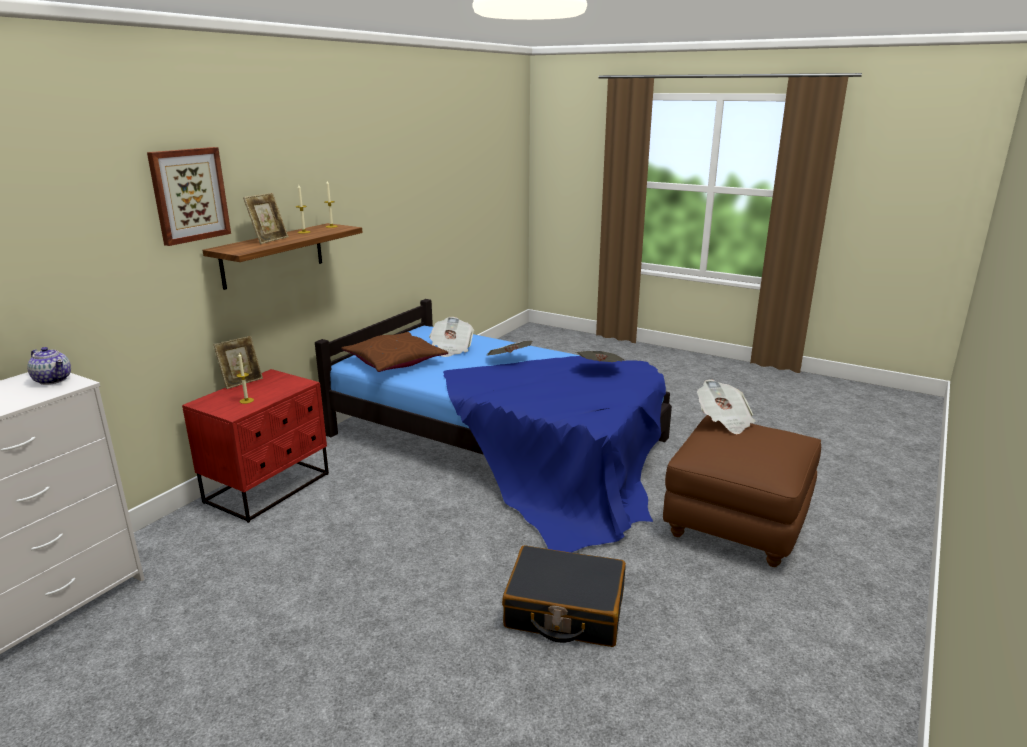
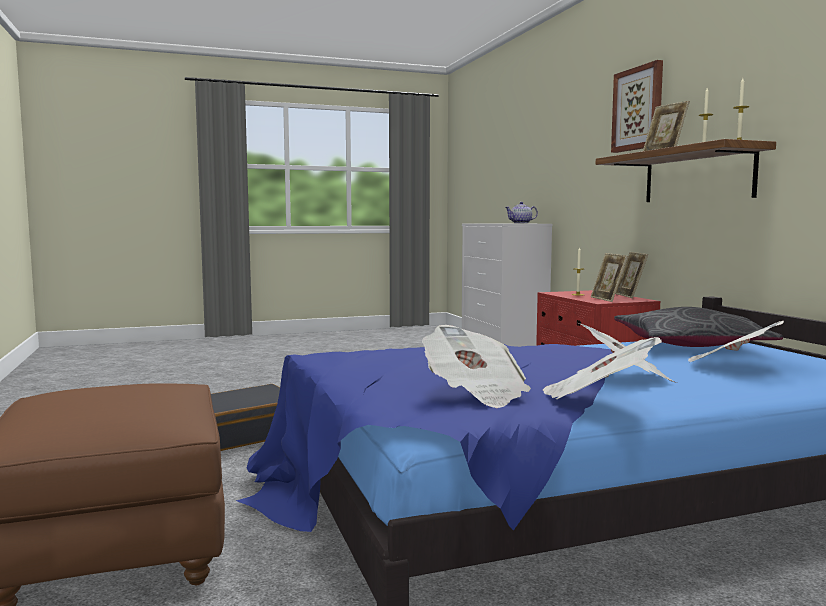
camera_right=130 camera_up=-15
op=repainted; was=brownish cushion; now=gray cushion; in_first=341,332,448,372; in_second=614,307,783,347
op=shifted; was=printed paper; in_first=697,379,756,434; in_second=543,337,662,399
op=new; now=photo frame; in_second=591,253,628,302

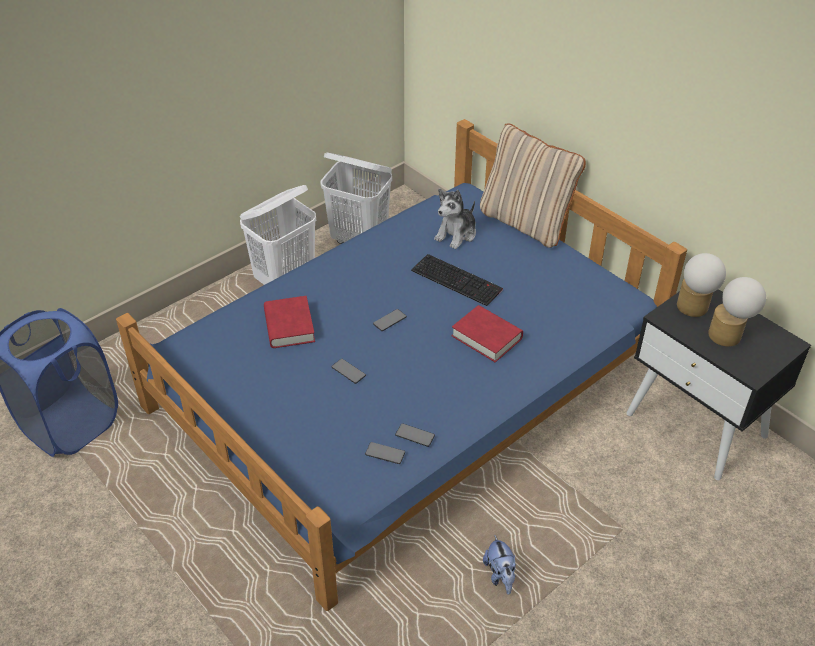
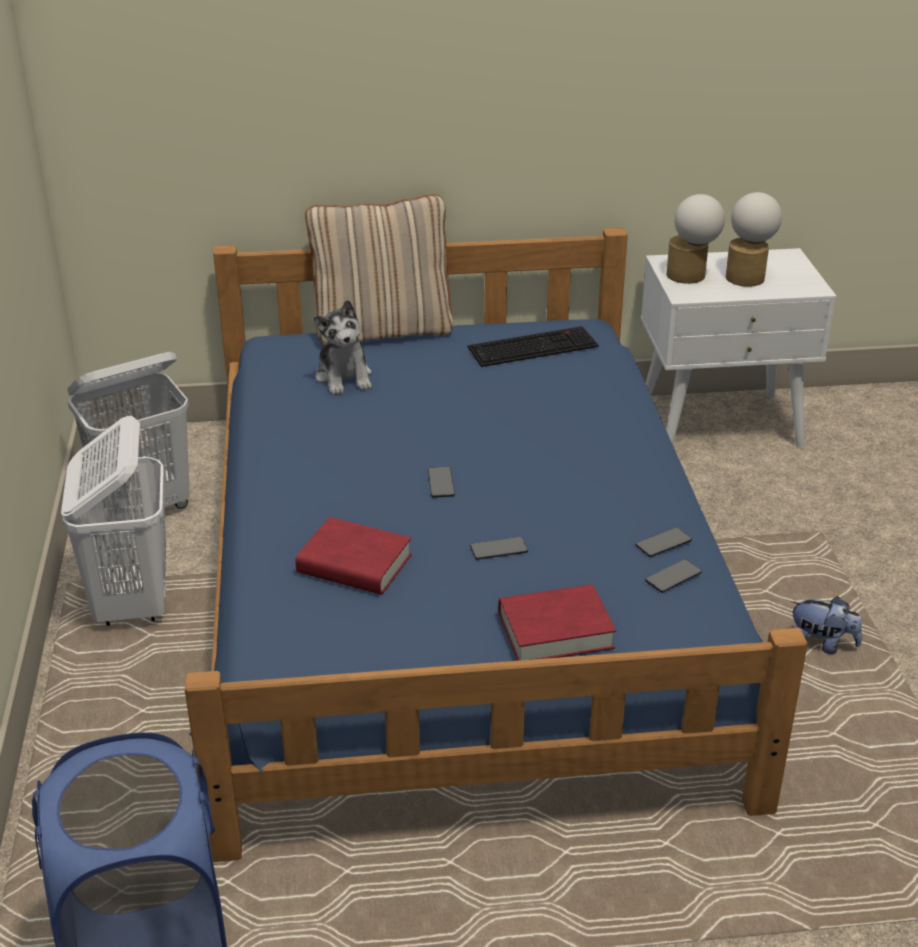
camera_right=-55 camera_up=-10
op=shifted; was=keyboard; in_first=411,254,503,306; in_second=468,326,598,367
op=shifted; was=red-coloured bound book; in_first=451,305,523,362; in_second=498,584,616,661
op=repainted; was=black nightstand; now=white nightstand; in_first=626,289,811,480; in_second=641,248,836,448

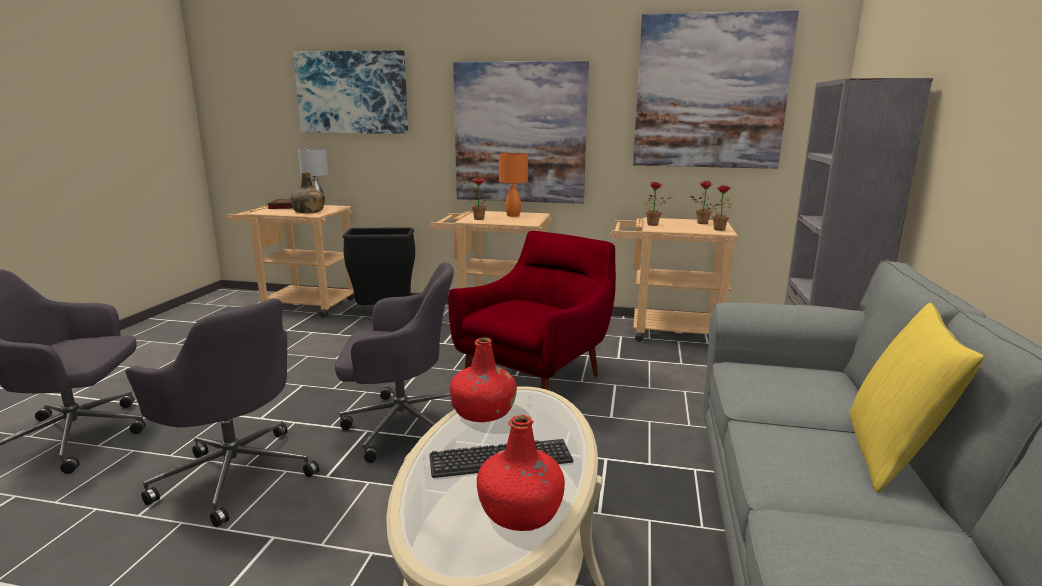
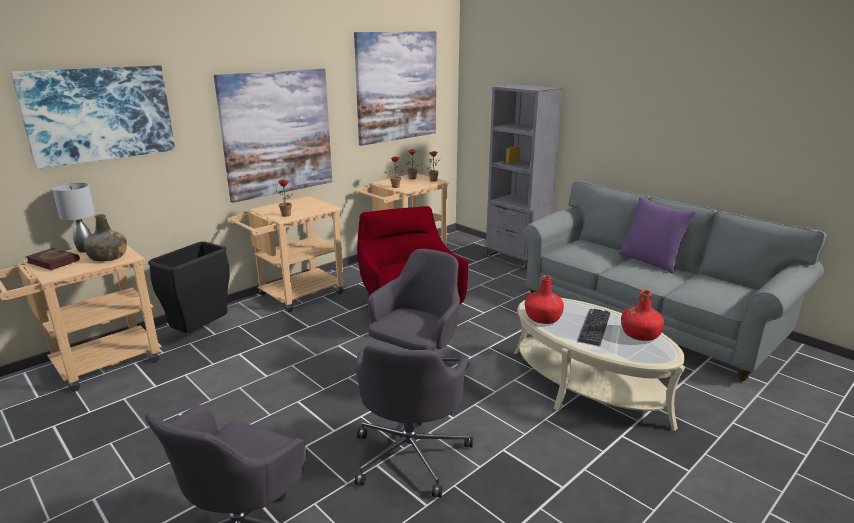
camera_right=-55 camera_up=5
op=rotated; was=gray office chair; in_first=125,298,319,527; in_second=355,345,473,498; clockwise=120
op=gone; was=orangey table lamp; in_first=499,153,528,217
op=repainted; was=yellowish cushion; now=purple cushion; in_first=849,303,984,493; in_second=619,197,696,274

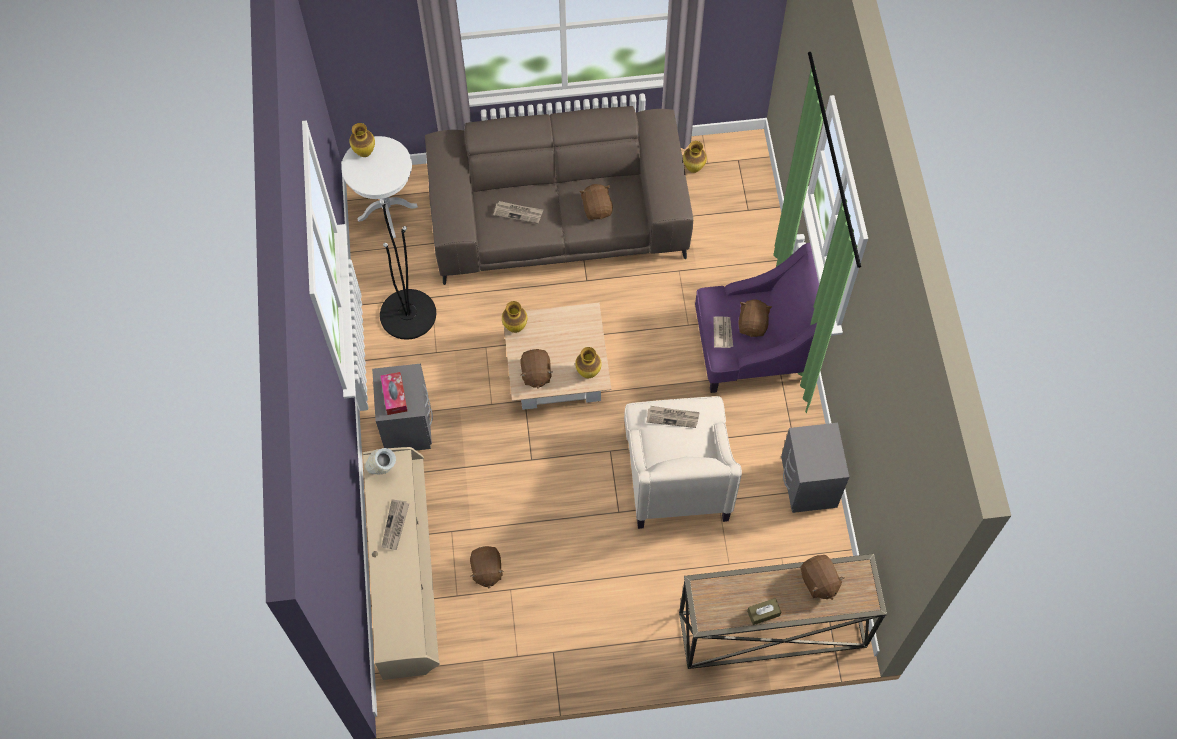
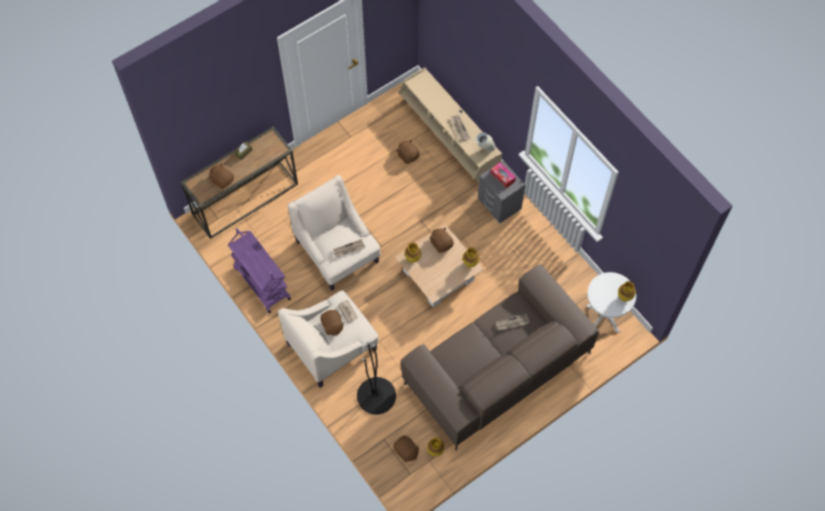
camera_right=150 camera_up=0
op=shifted; was=black standard lamp; in_first=380,200,436,340; in_second=357,342,396,415
op=shifted; was=brownish soft toy; in_first=580,184,613,220; in_second=393,435,419,462
op=repainted; was=purple lounge chair; now=beige lounge chair; in_first=695,243,819,393; in_second=278,291,379,388
op=swapped; was=gray nightstand; now=purple trolley; in_first=781,423,849,513; in_second=228,228,291,313

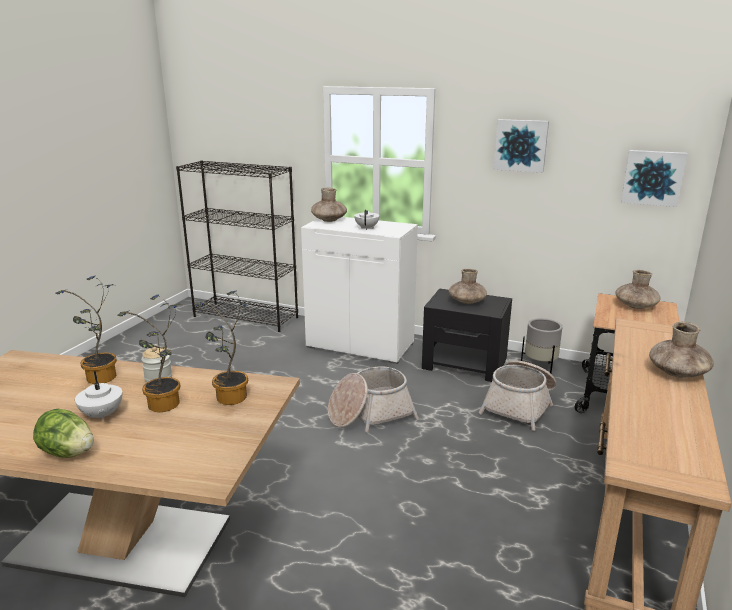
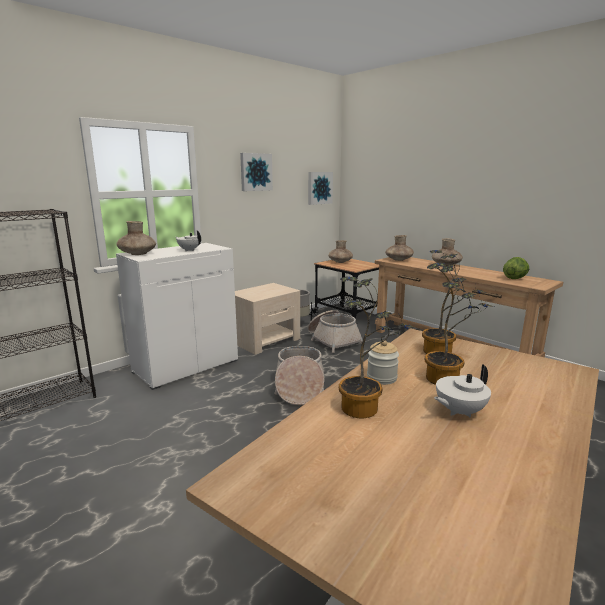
camera_right=-65 camera_up=-5
op=shifted; was=lettuce; in_first=33,409,94,458; in_second=503,257,529,279
op=rotated; was=white tea pot; in_first=75,371,122,421; in_second=434,364,491,417; clockwise=150
op=repainted; was=black nightstand; now=beige nightstand; in_first=422,288,512,382; in_second=235,283,300,355
op=shifted; was=brownish vase; in_first=449,269,487,304; in_second=385,235,414,261

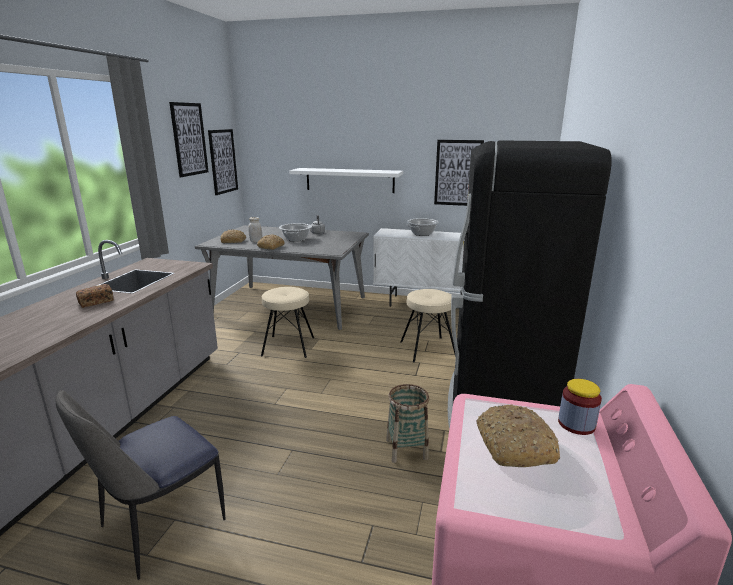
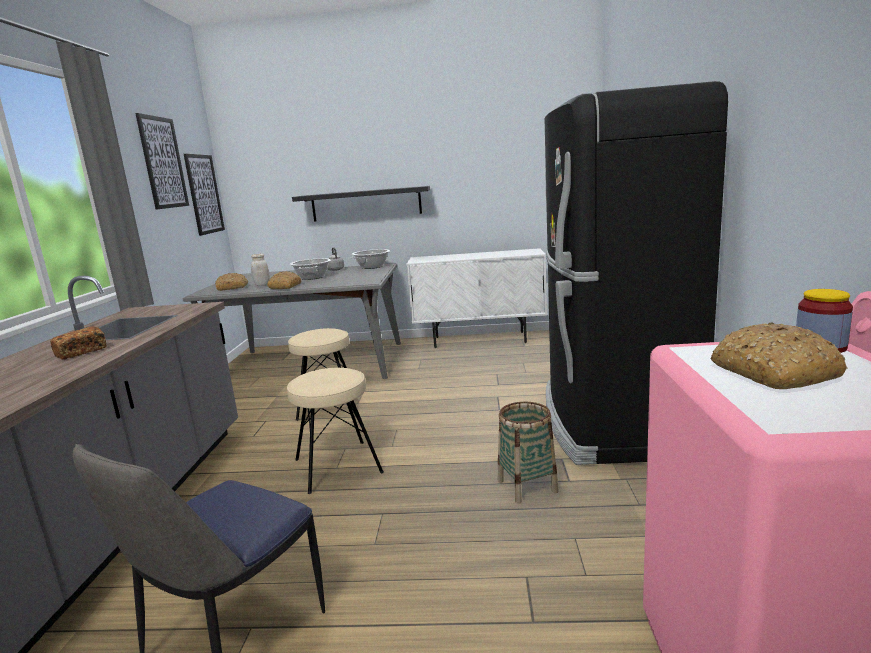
camera_right=-10 camera_up=-5
op=repainted; was=white bracket shelf; now=black bracket shelf; in_first=289,168,403,193; in_second=292,186,430,222
op=shifted; was=beige sitting stool; in_first=400,289,455,363; in_second=287,368,384,494
op=shifted; was=cooking pot; in_first=406,218,439,236; in_second=351,249,391,269
op=gone; was=picture; in_first=434,140,484,206

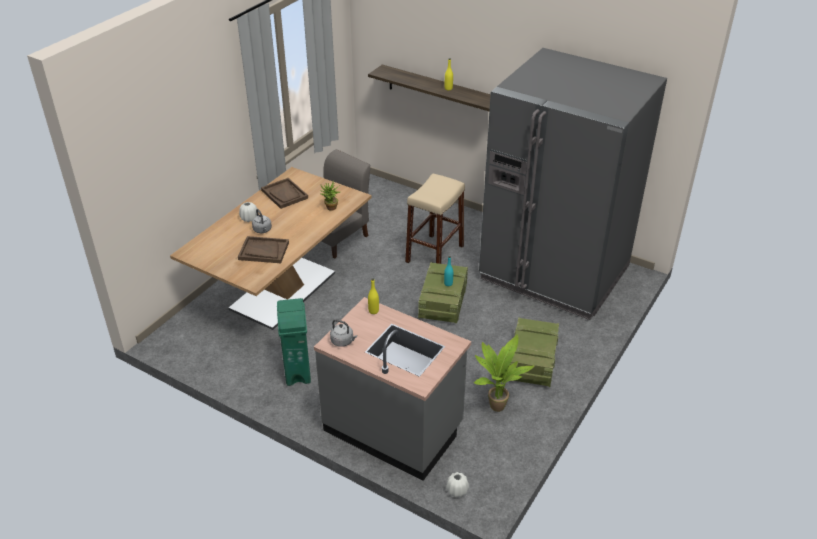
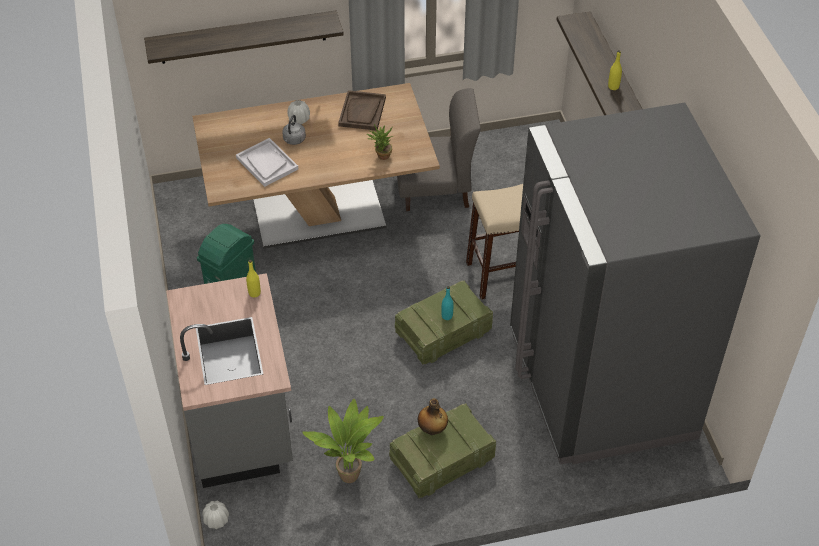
camera_right=45 camera_up=10
op=repainted; was=brownish tray; now=white tray; in_first=238,236,289,263; in_second=236,138,298,187
op=gone; was=gray tea kettle; in_first=330,319,357,347
op=new; now=bracket shelf; in_second=144,11,343,64
op=new; now=drink bottle; in_second=418,398,448,435

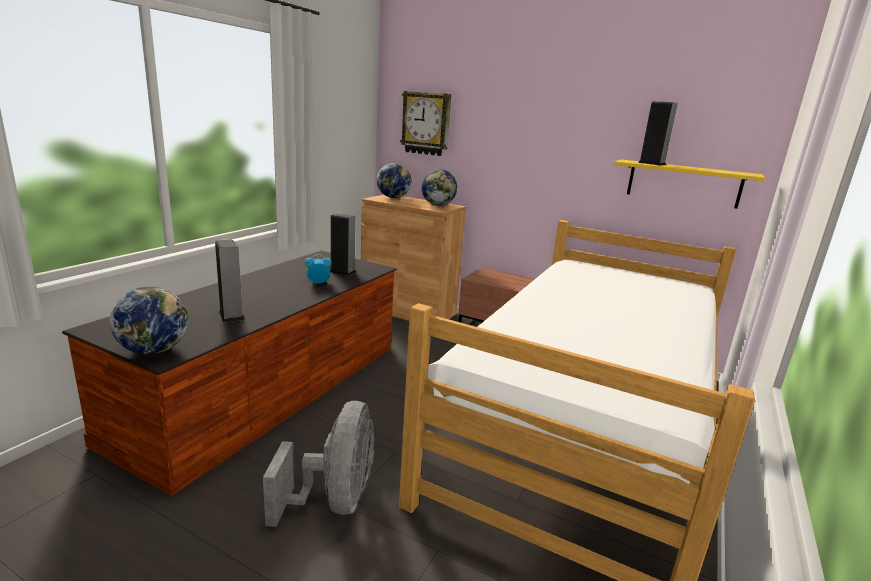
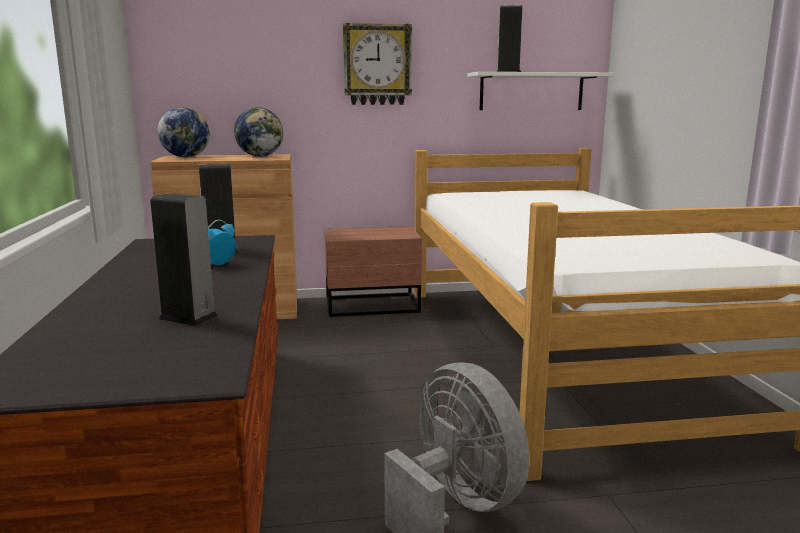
camera_right=-35 camera_up=-5
op=gone; was=globe; in_first=109,287,188,354
op=shifted; was=wall clock; in_first=400,91,451,156; in_second=343,23,412,105
op=repainted; was=yellowish bracket shelf; now=white bracket shelf; in_first=614,159,765,209; in_second=468,72,613,110

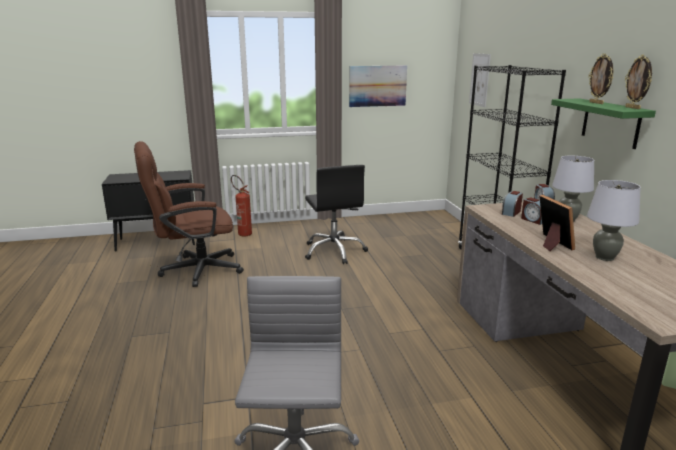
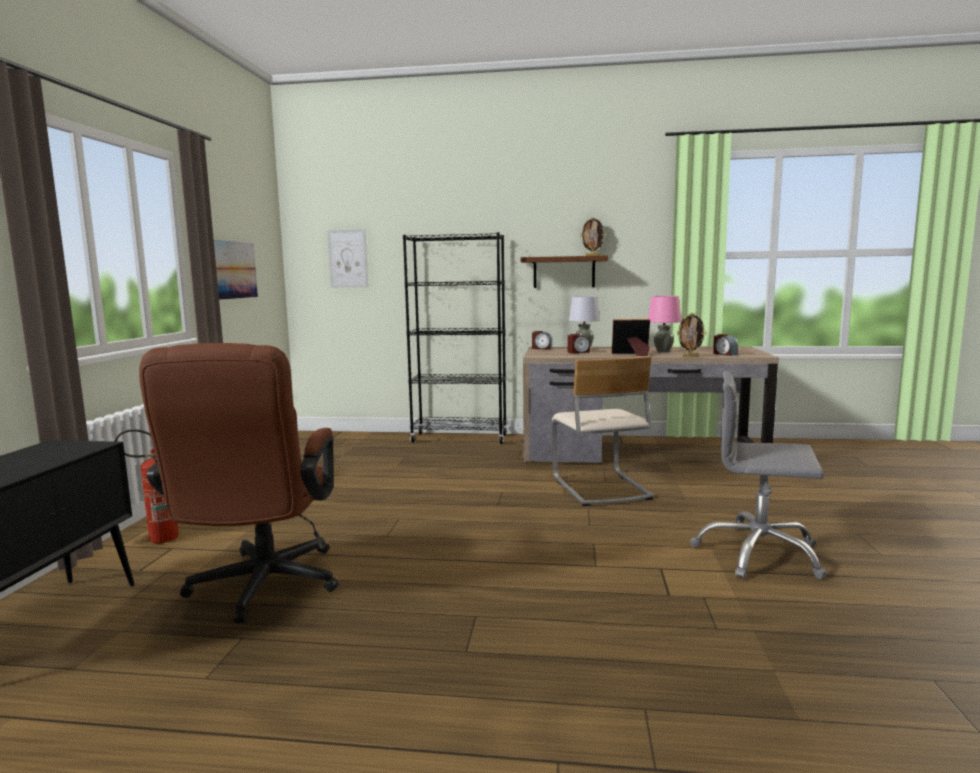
camera_right=-70 camera_up=-10
op=gone; was=black office chair; in_first=305,165,368,264
op=shifted; was=table clock; in_first=502,191,523,217; in_second=713,334,738,356
op=repainted; was=greenish bracket shelf; now=brownish bracket shelf; in_first=551,98,656,149; in_second=521,256,608,288
op=repainted; was=gray table lamp; now=pink-coloured table lamp; in_first=587,180,641,261; in_second=648,296,682,353
op=shifted; was=photo frame; in_first=588,53,613,104; in_second=677,312,706,357
op=new; now=beige upright chair; in_second=552,356,654,506

